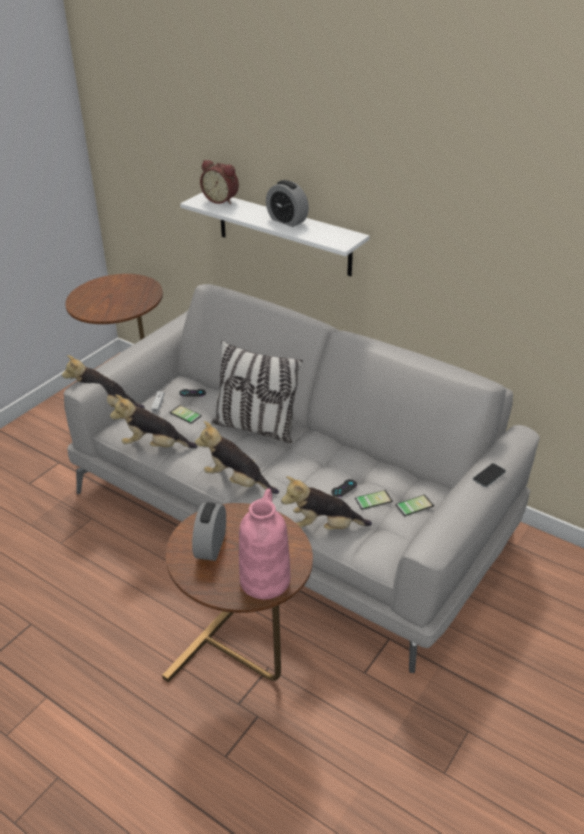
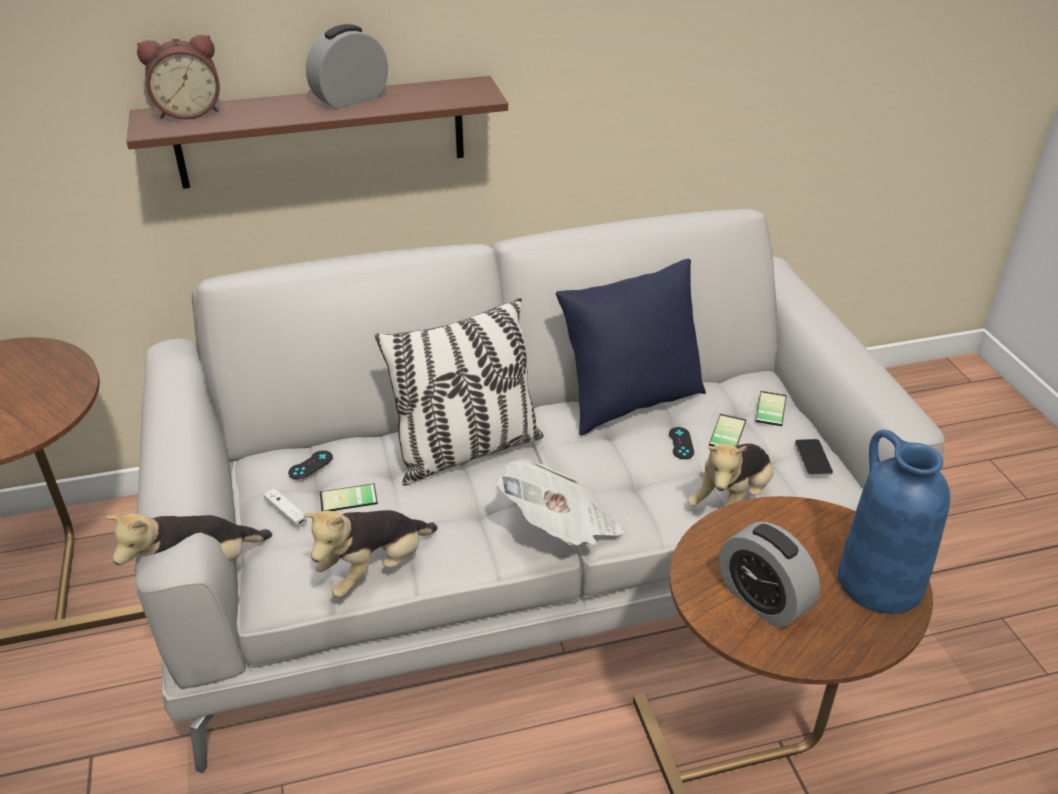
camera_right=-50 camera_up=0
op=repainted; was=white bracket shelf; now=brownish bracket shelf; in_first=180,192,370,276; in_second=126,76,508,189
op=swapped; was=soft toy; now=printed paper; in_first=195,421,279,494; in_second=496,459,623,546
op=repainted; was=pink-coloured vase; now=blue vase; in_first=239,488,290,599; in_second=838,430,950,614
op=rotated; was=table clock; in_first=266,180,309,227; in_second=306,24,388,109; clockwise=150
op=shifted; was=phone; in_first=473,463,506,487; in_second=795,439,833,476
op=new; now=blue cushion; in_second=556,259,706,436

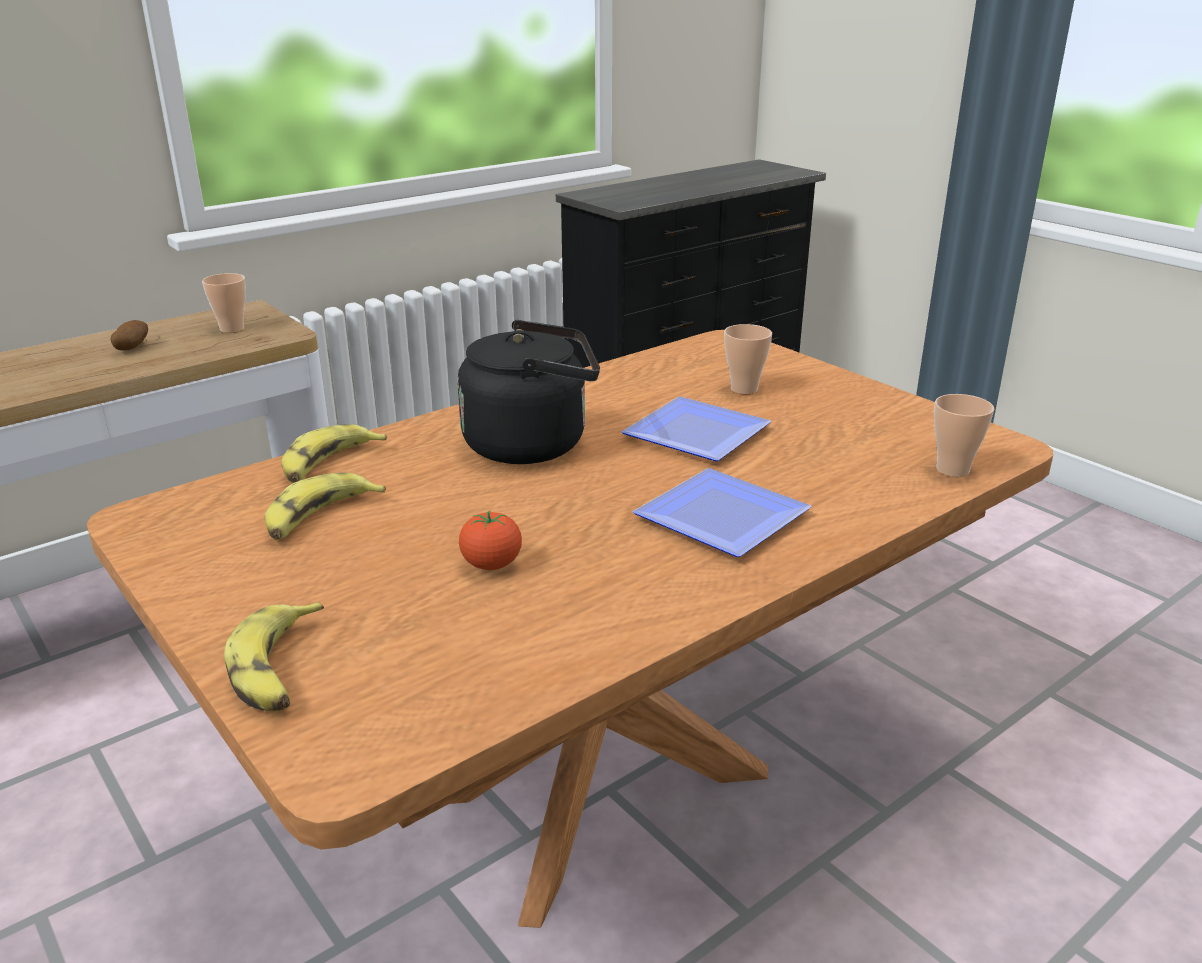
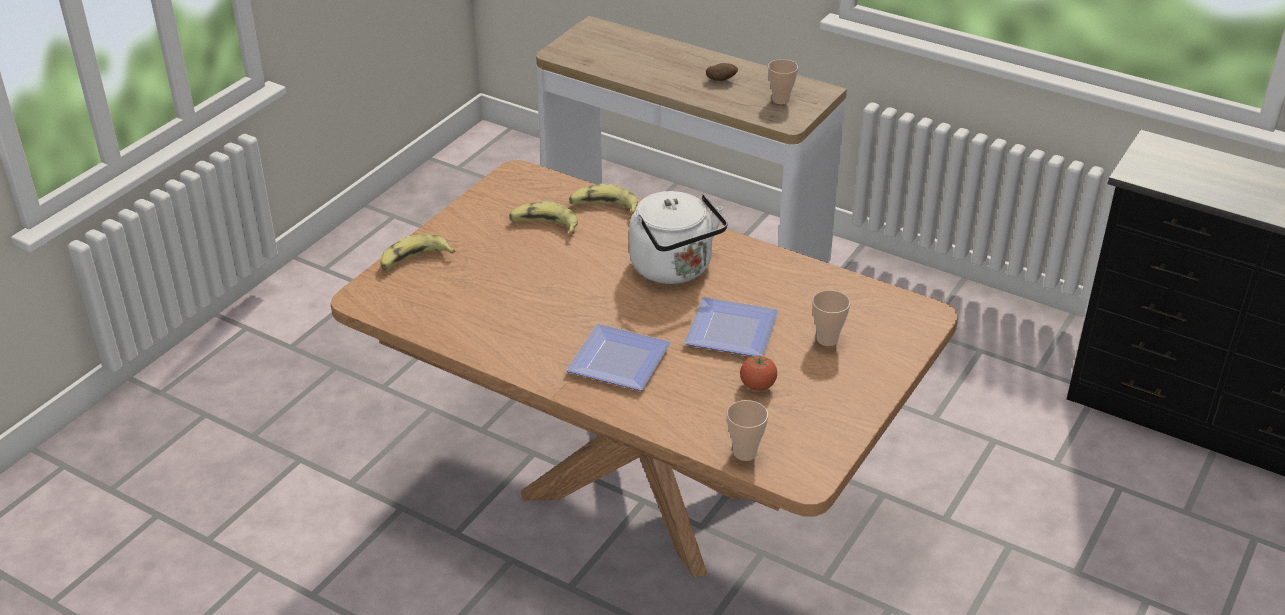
camera_right=70 camera_up=10
op=repainted; was=black tea kettle; now=white tea kettle; in_first=457,320,600,464; in_second=629,191,728,284
op=shifted; was=fresh tomato; in_first=459,511,522,570; in_second=740,356,777,391

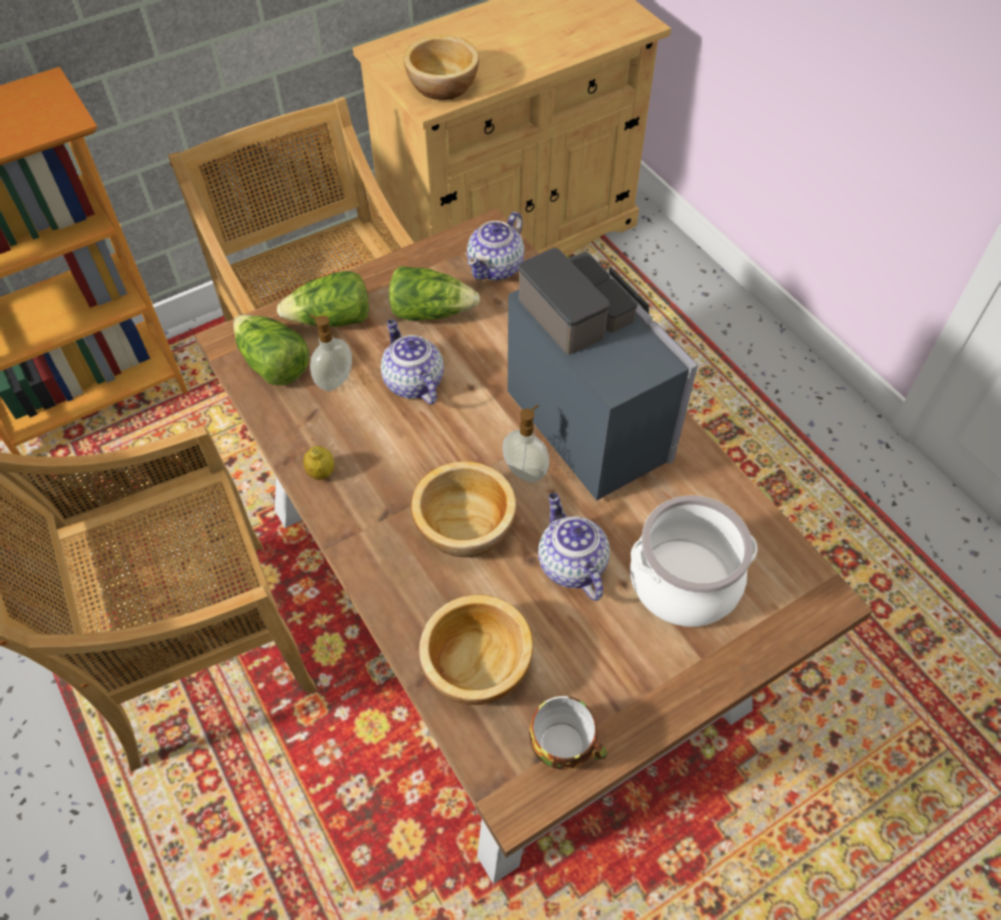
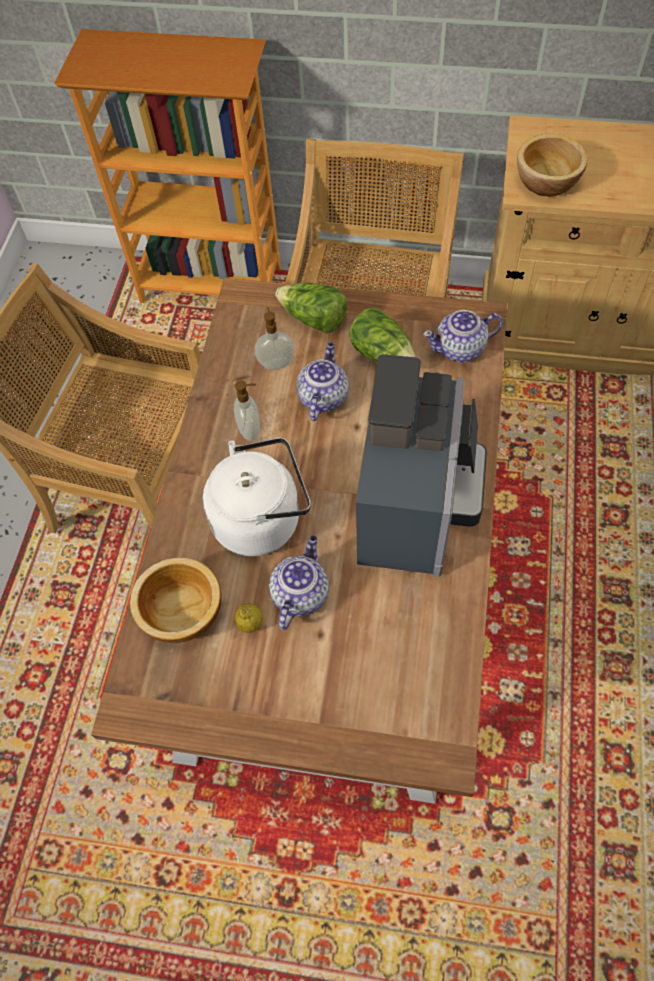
camera_right=45 camera_up=5
op=gone; was=lettuce; in_first=233,315,309,385
op=shifted; was=lemon; in_first=303,446,334,480; in_second=234,603,263,633
op=swapped; was=serving bowl; now=white tea kettle; in_first=411,461,516,557; in_second=203,437,311,556
op=shifted; was=soap dispenser; in_first=502,404,549,482; in_second=234,380,260,441
op=gone; was=cup; in_first=529,696,608,770
op=gone; was=cooking pot; in_first=630,495,758,627

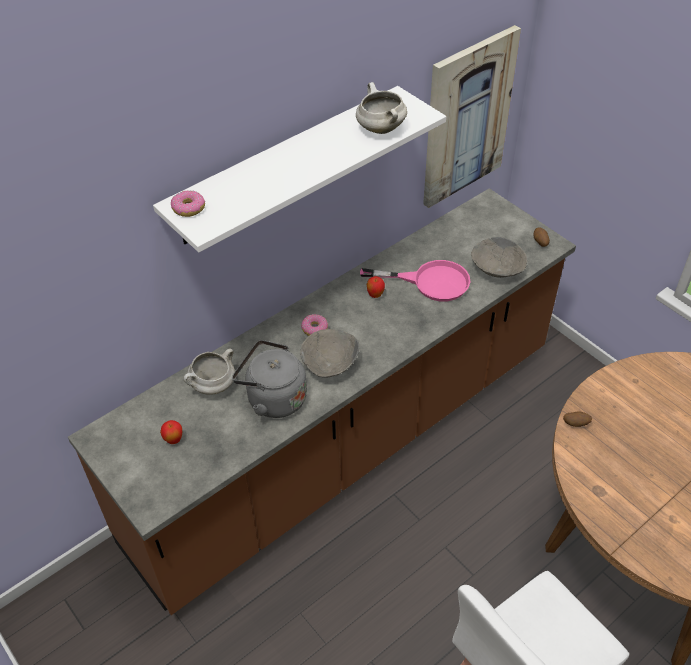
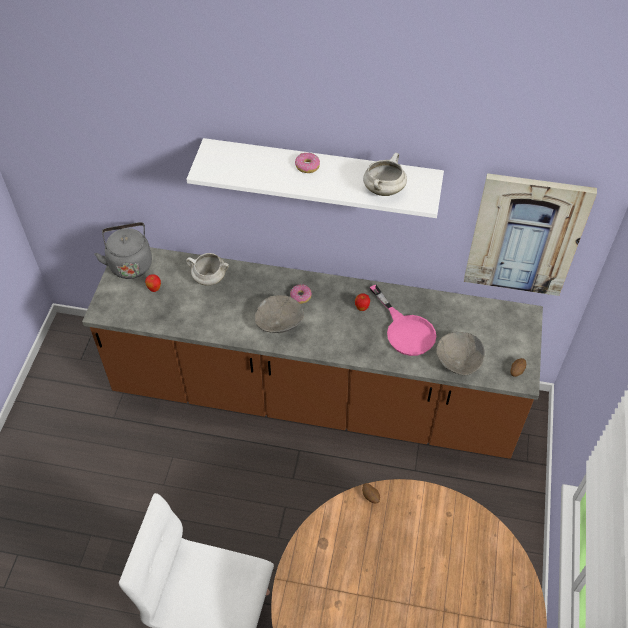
camera_right=50 camera_up=5
op=shifted; was=doughnut; in_first=171,190,205,217; in_second=295,153,320,173
op=shifted; was=gray tea kettle; in_first=232,340,307,418; in_second=94,222,152,279

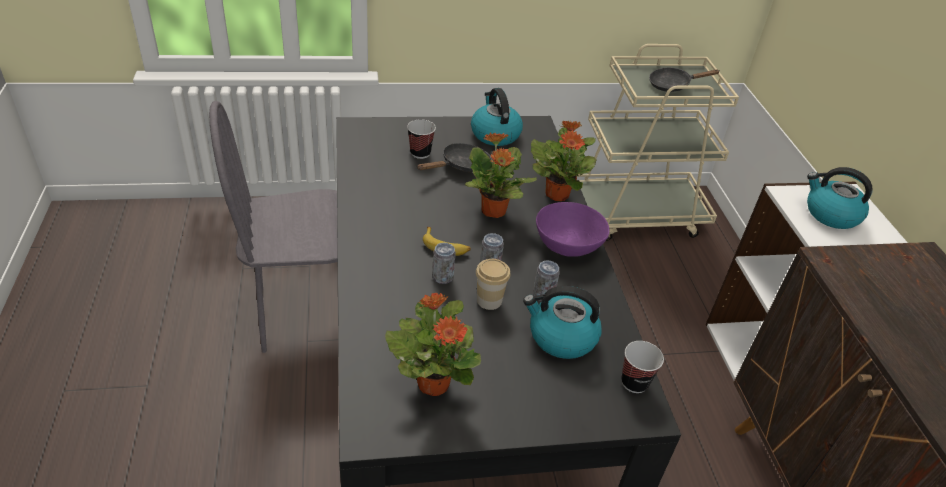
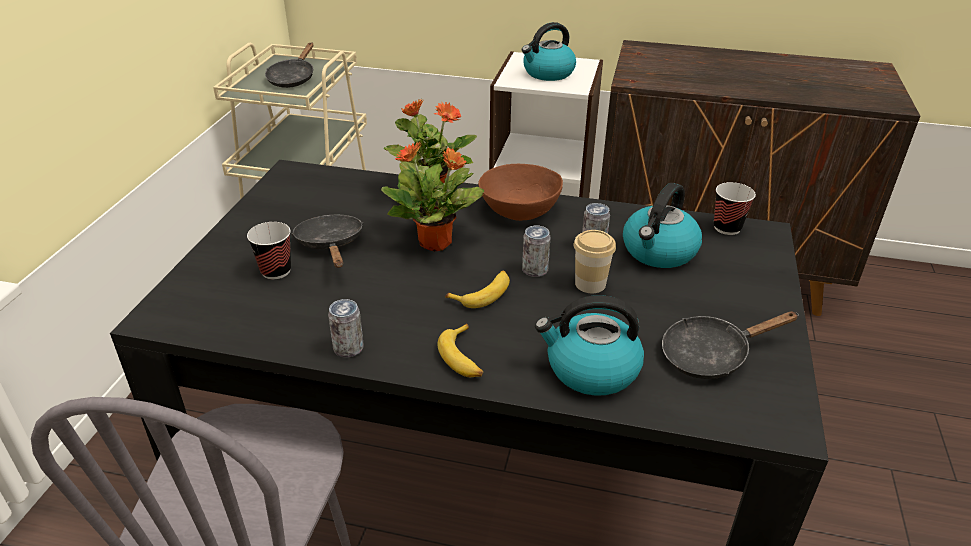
camera_right=-65 camera_up=-5
op=swapped; was=houseplant; now=black skillet; in_first=385,293,481,396; in_second=662,311,799,379
op=shifted; was=metal can; in_first=432,243,456,284; in_second=328,299,364,357
op=shifted; was=tea kettle; in_first=471,88,523,146; in_second=535,295,644,396
op=repainted; was=purple serving bowl; now=brownish serving bowl; in_first=536,202,609,257; in_second=478,164,563,221
op=new; now=banana fruit; in_second=437,323,483,377

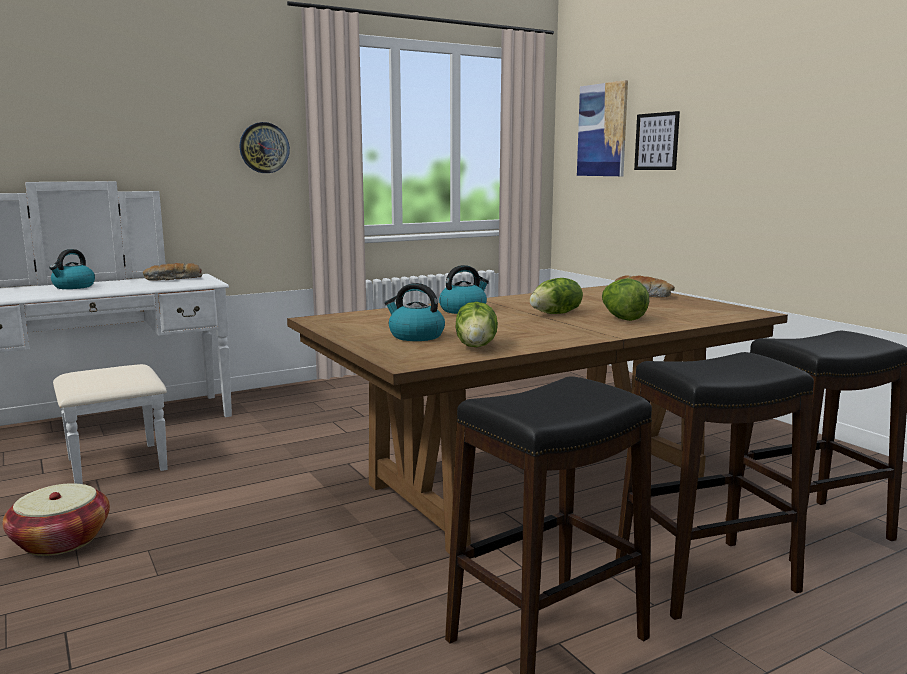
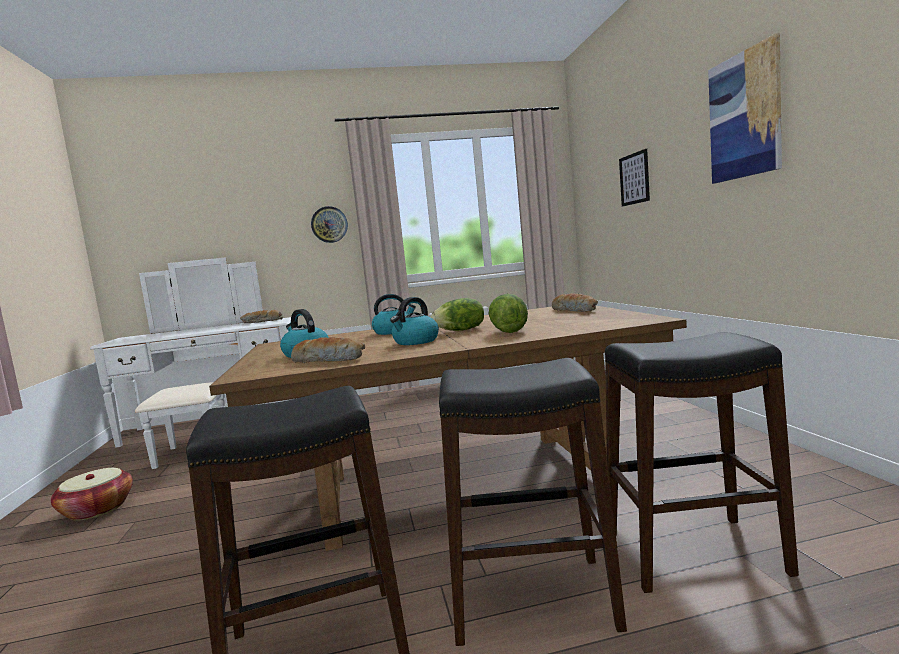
camera_right=20 camera_up=-5
op=shifted; was=tea kettle; in_first=49,249,95,289; in_second=390,297,439,345
op=swapped; was=lettuce; now=bakery bread; in_first=456,302,498,347; in_second=291,337,365,363
op=shifted; was=picture; in_first=577,80,628,176; in_second=708,33,782,184

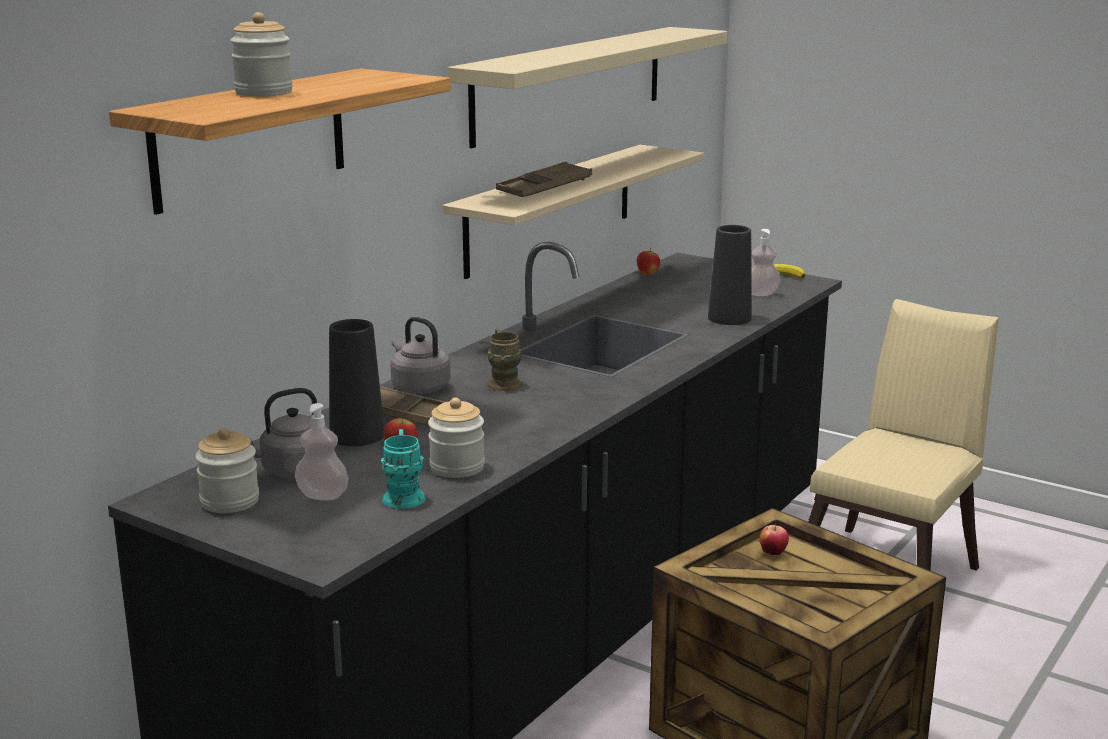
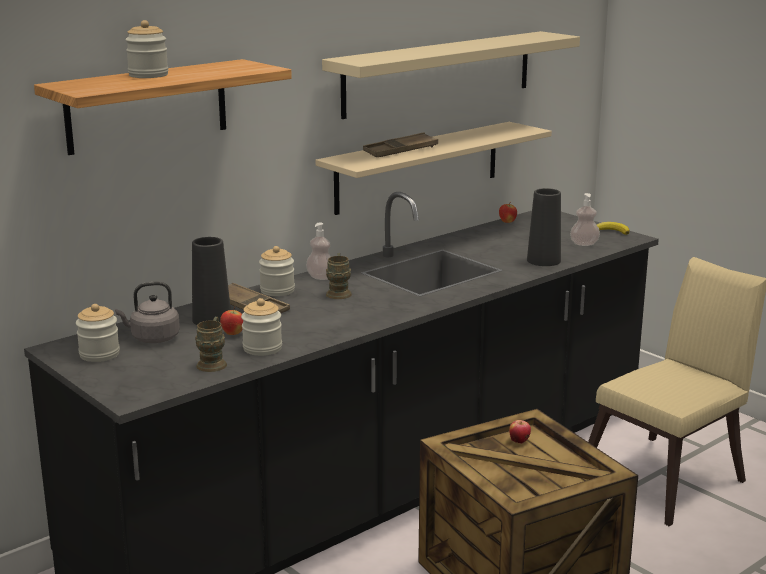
camera_right=15 camera_up=0
op=shifted; was=soap dispenser; in_first=295,403,349,500; in_second=306,223,331,280
op=repainted; was=turquoise-coloured coffee mug; now=brownish coffee mug; in_first=381,429,426,509; in_second=195,317,227,372
op=swapped; was=gray tea kettle; now=preserve jar; in_first=390,317,451,394; in_second=259,246,295,296

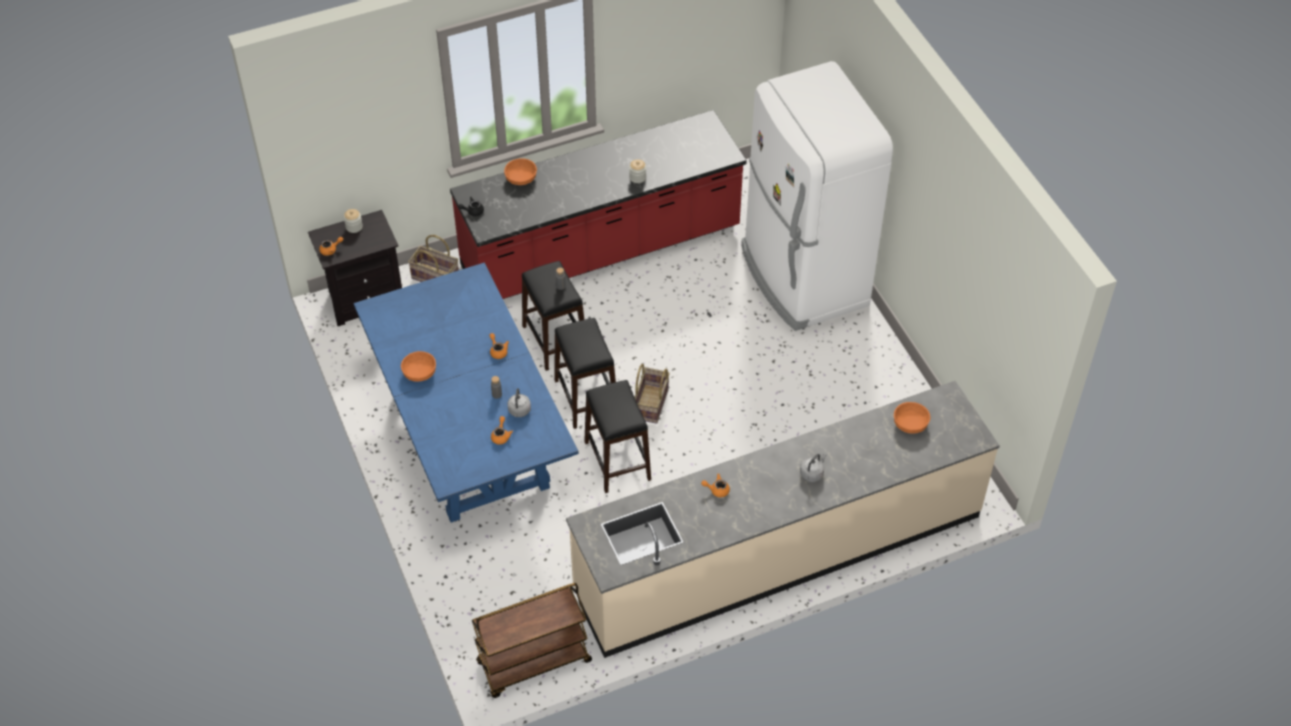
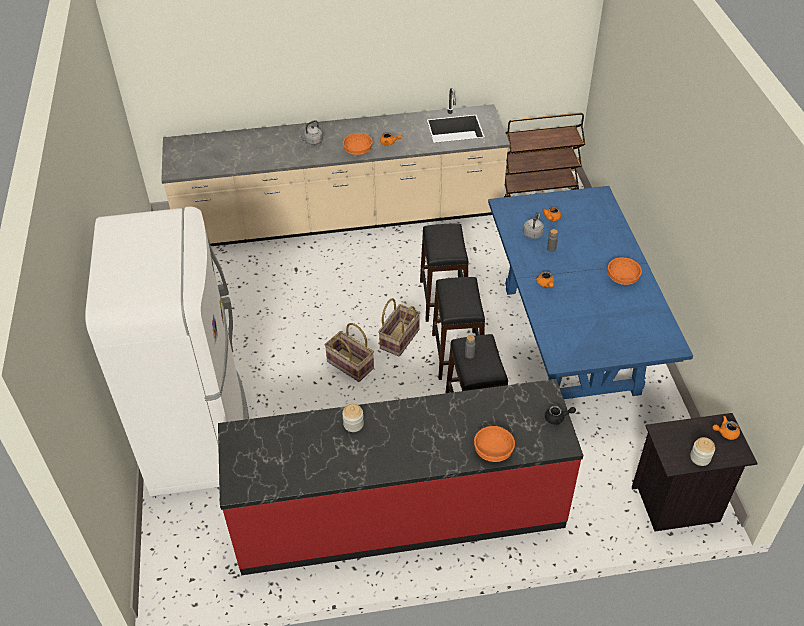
camera_right=-165 camera_up=-5
op=shifted; was=household basket; in_first=408,235,459,282; in_second=324,323,374,382
op=shifted; was=orangey serving bowl; in_first=894,402,931,434; in_second=343,133,373,155

